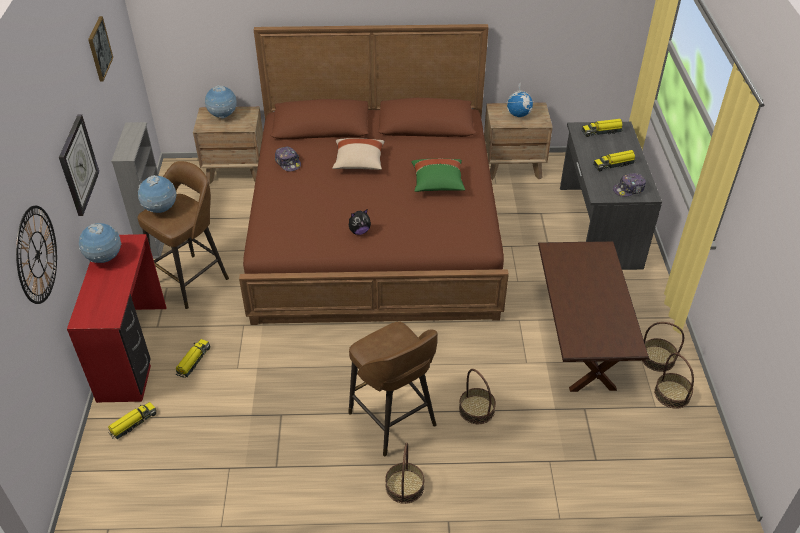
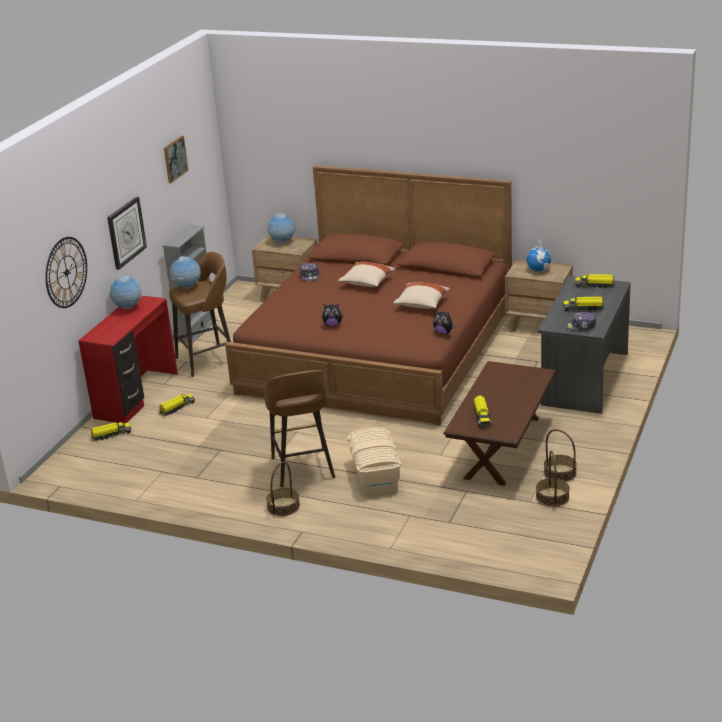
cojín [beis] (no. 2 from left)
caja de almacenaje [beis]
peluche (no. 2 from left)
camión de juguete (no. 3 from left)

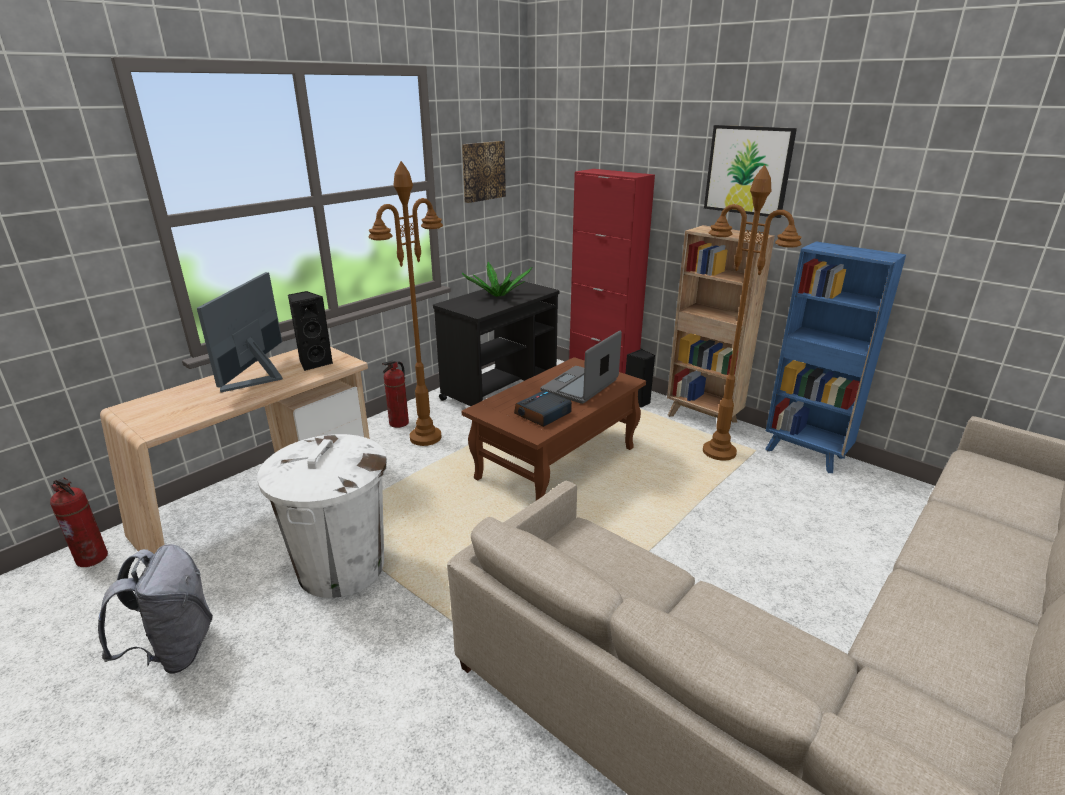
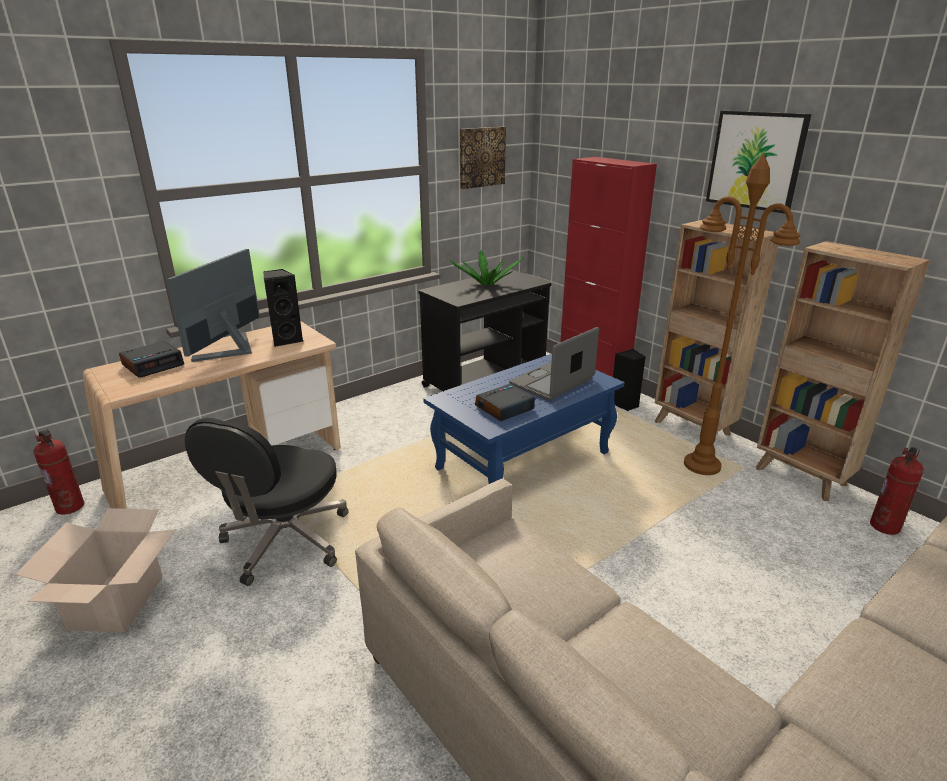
caja de cartón
silla de oficina [negro]
lámpara de pie [marrón] (no. 1 from left in the first image)
extintor (no. 2 from left)
mesa de centro [azul]
estantería [marrón] (no. 2 from left)
despertador (no. 1 from left)

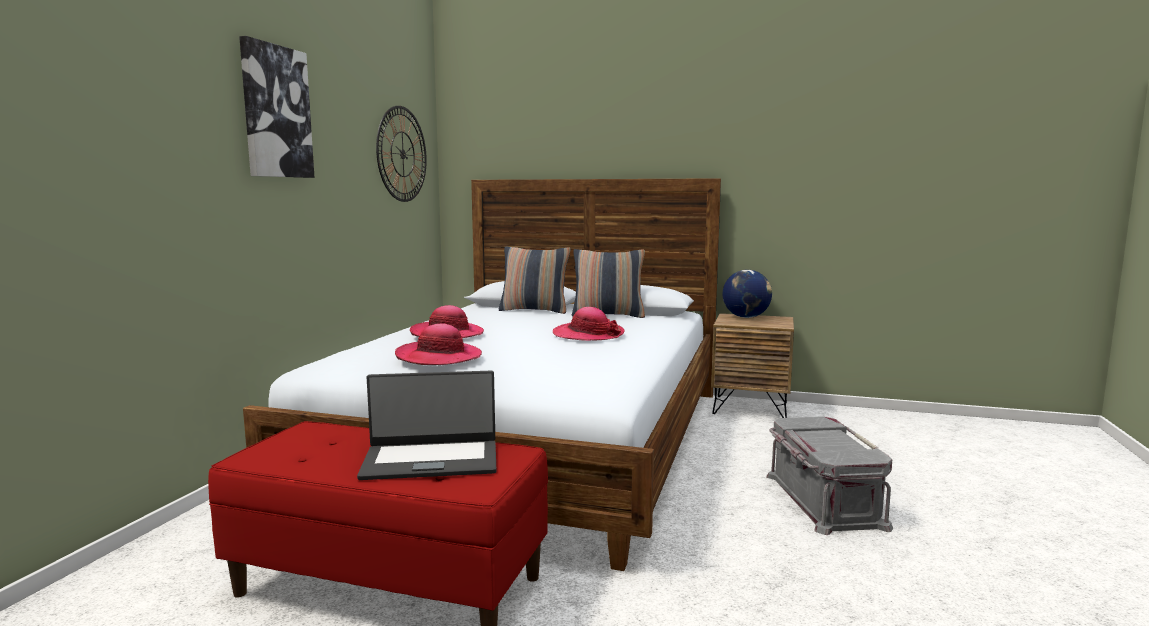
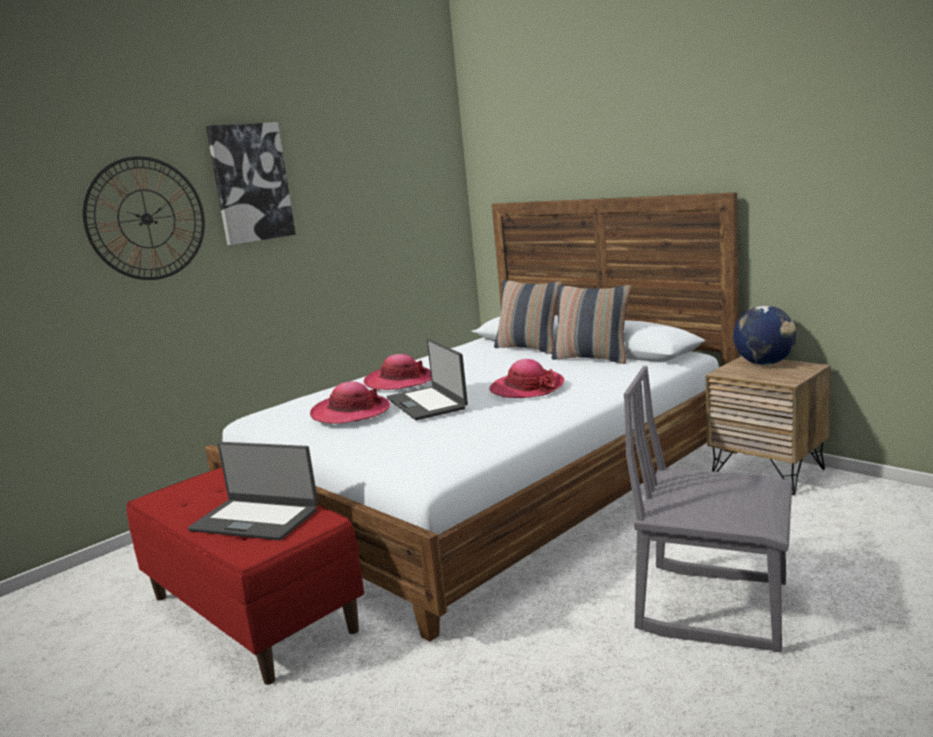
reloj de pared
silla [gris]
portátil (no. 2 from left)

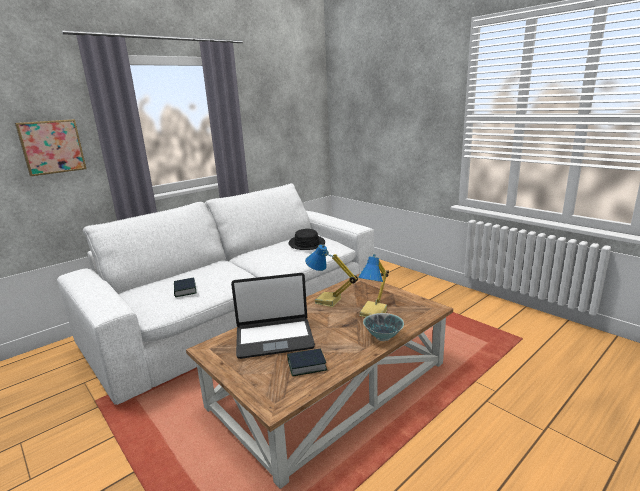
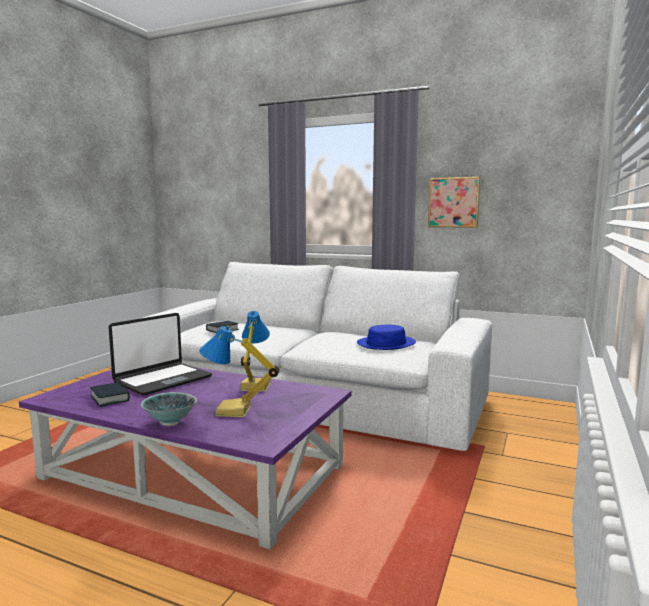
cuadro
mesa de centro [morado]
portátil
sombrero [azul]

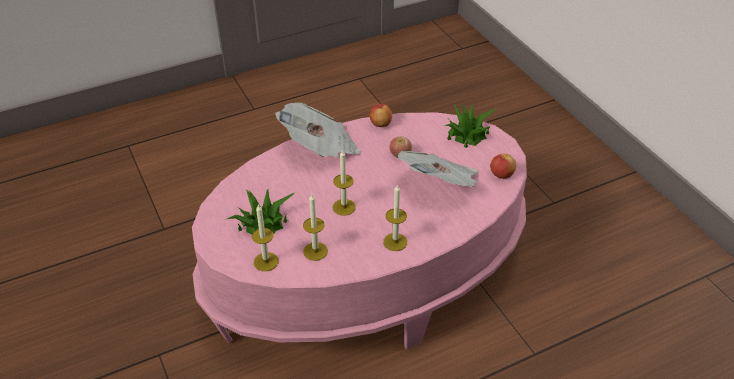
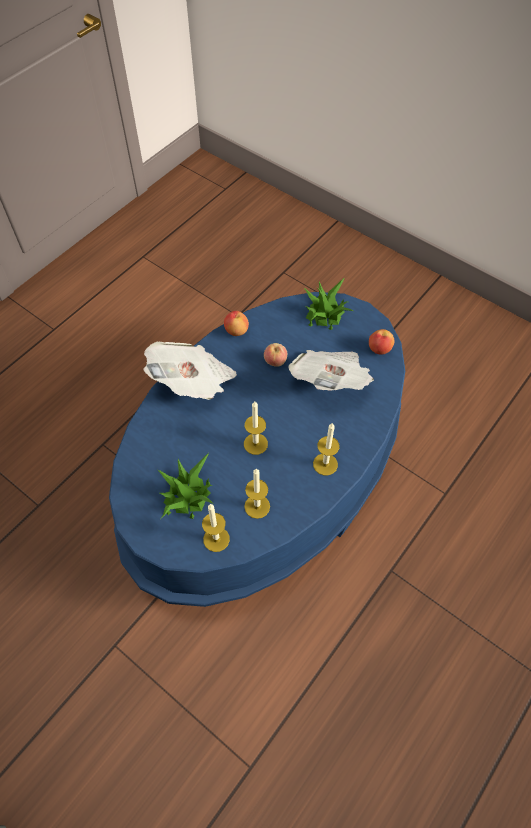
mesa de centro [azul]

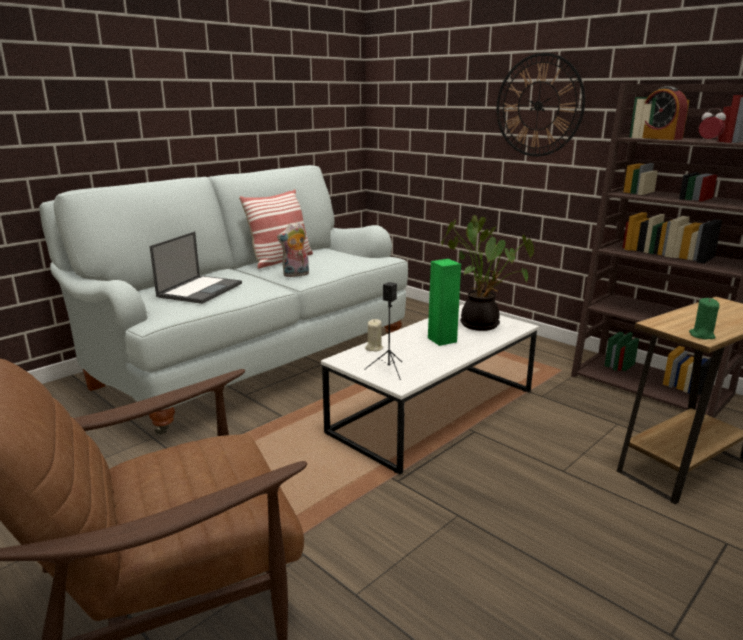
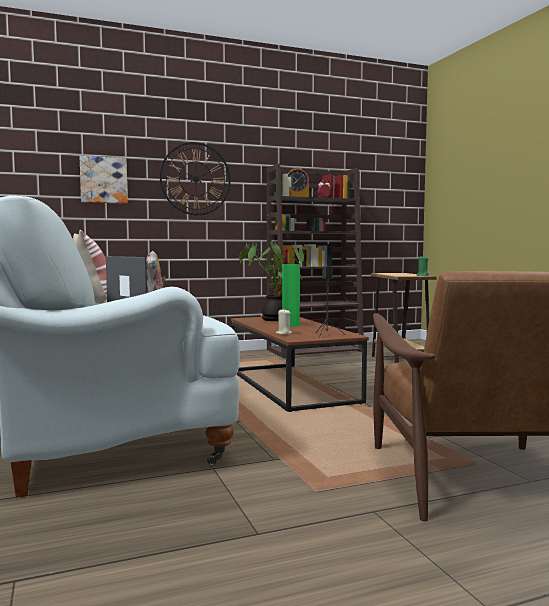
mesa de centro [marrón]
cuadro

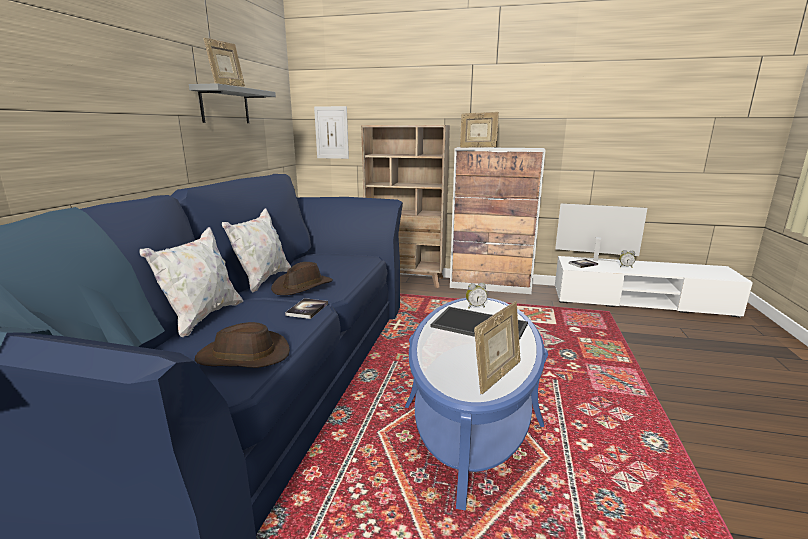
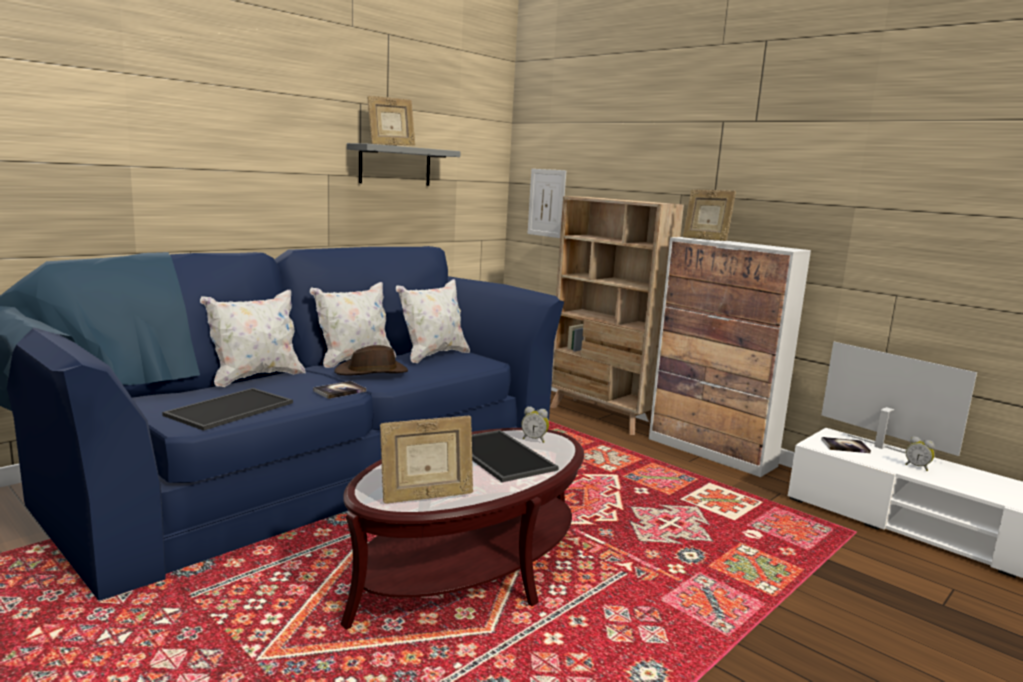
bandeja (no. 1 from left)
mesa de centro [marrón]
cojín [blanco] (no. 3 from left)

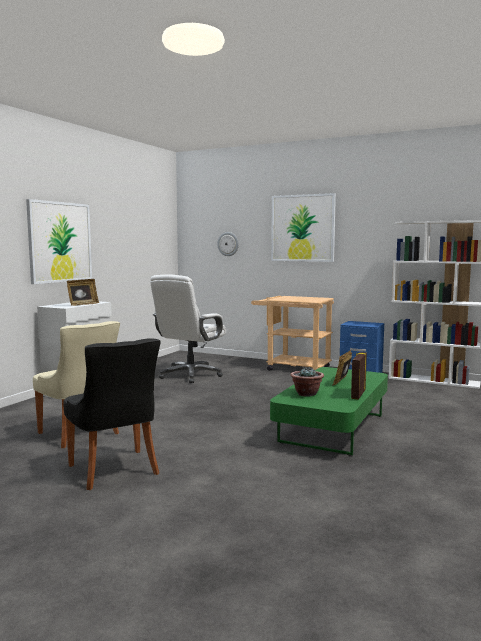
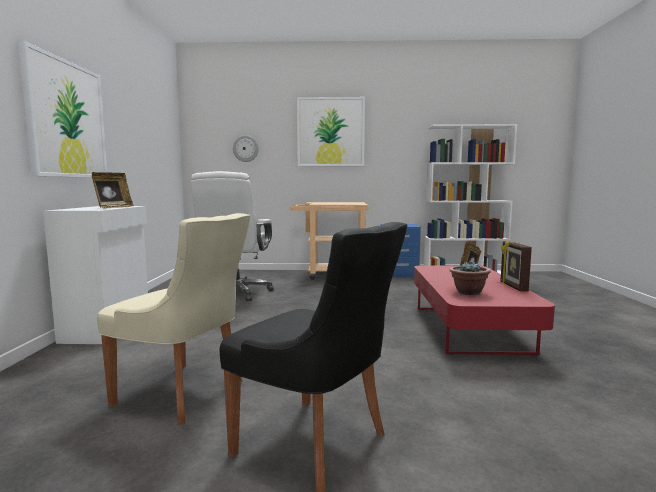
mesa de centro [rojo]

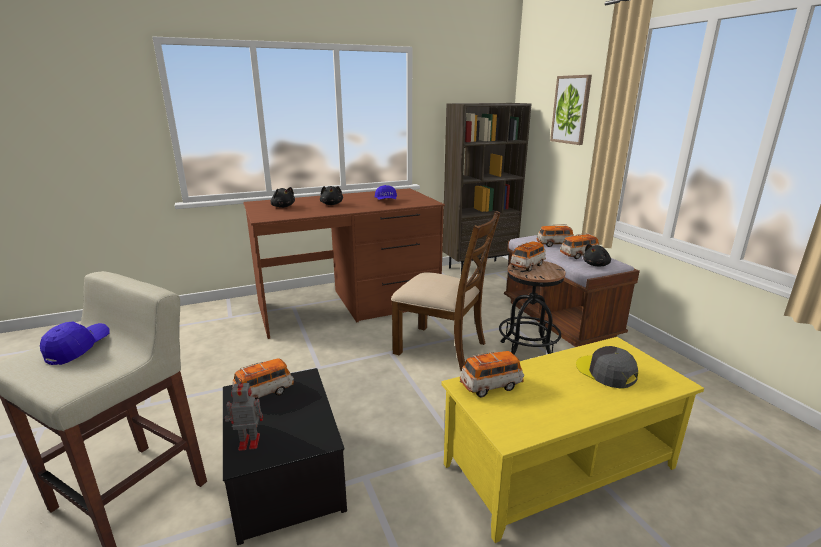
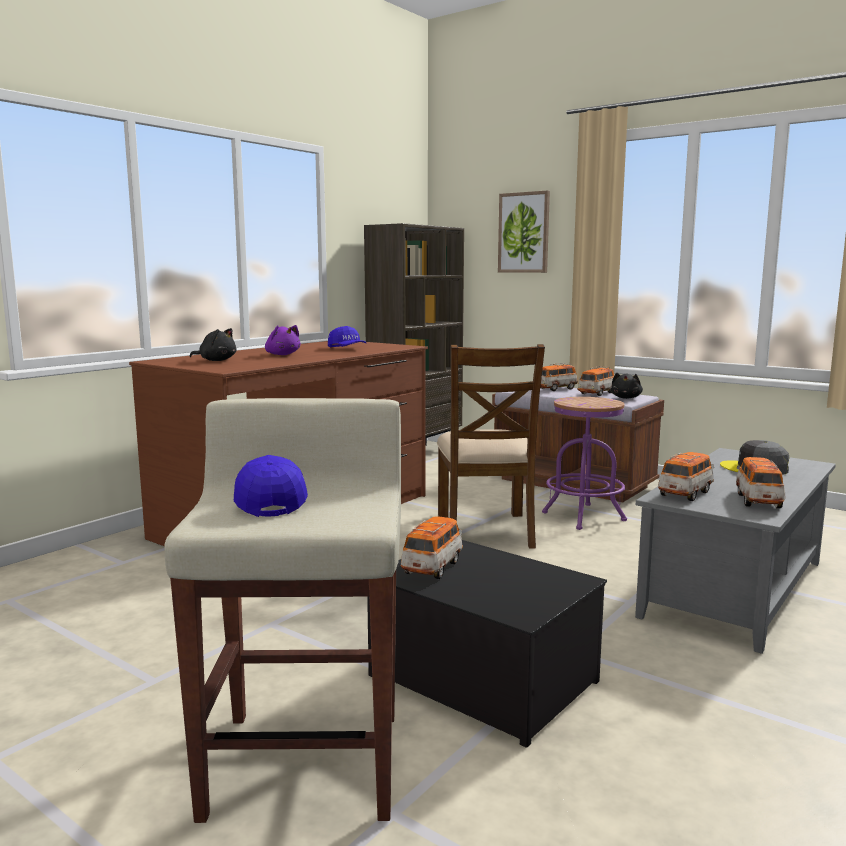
robot de juguete
peluche [morado]
silla [marrón]
mesa de centro [gris]
taburete [morado]
coche de juguete (no. 5 from left)

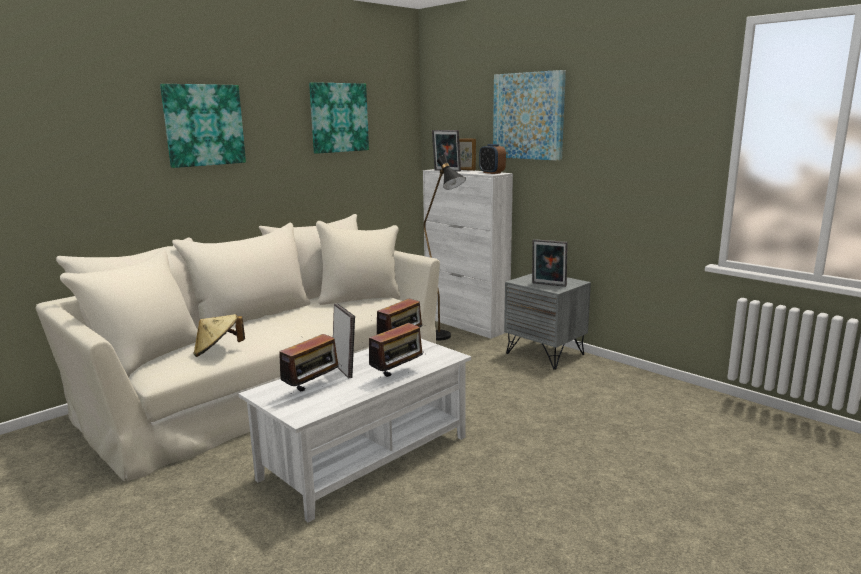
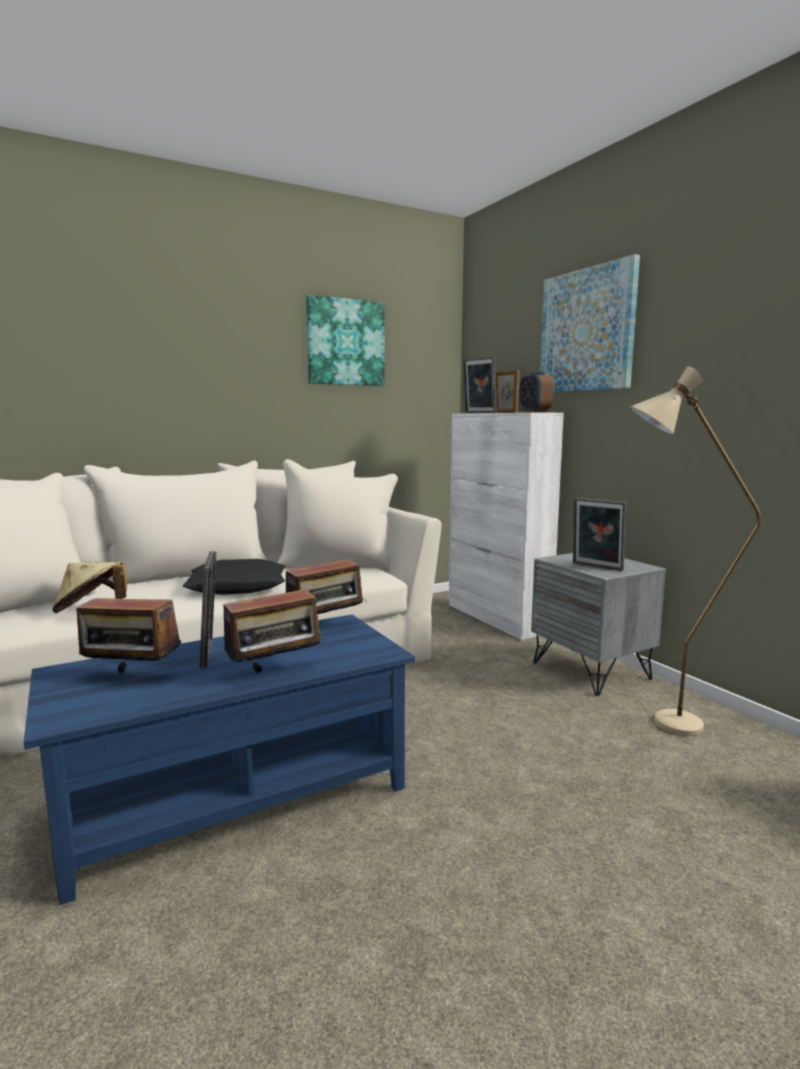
cuadro (no. 1 from left in the first image)
mesa de centro [azul]
radio (no. 1 from left)
lámpara de pie [negro]
cojín [negro]
lámpara de pie [beis]

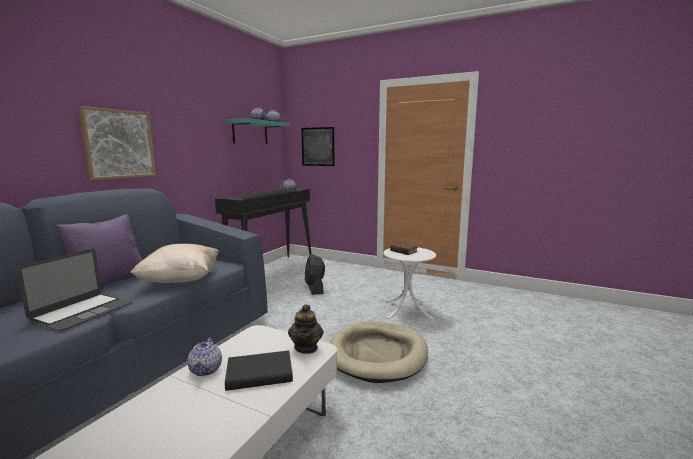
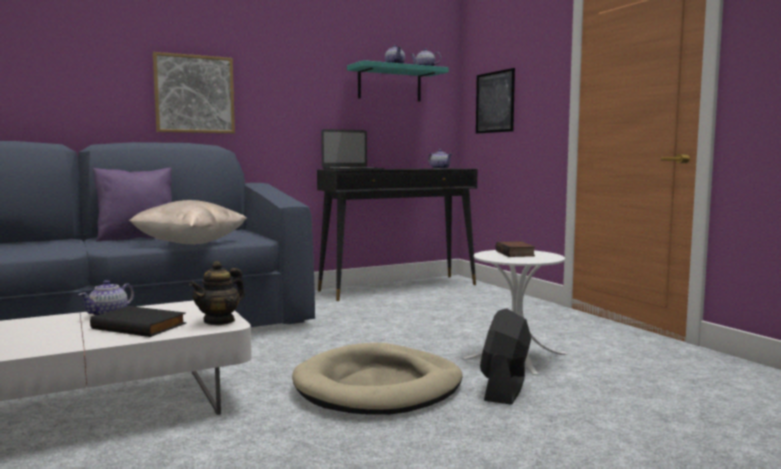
portátil
ventilador [negro]

